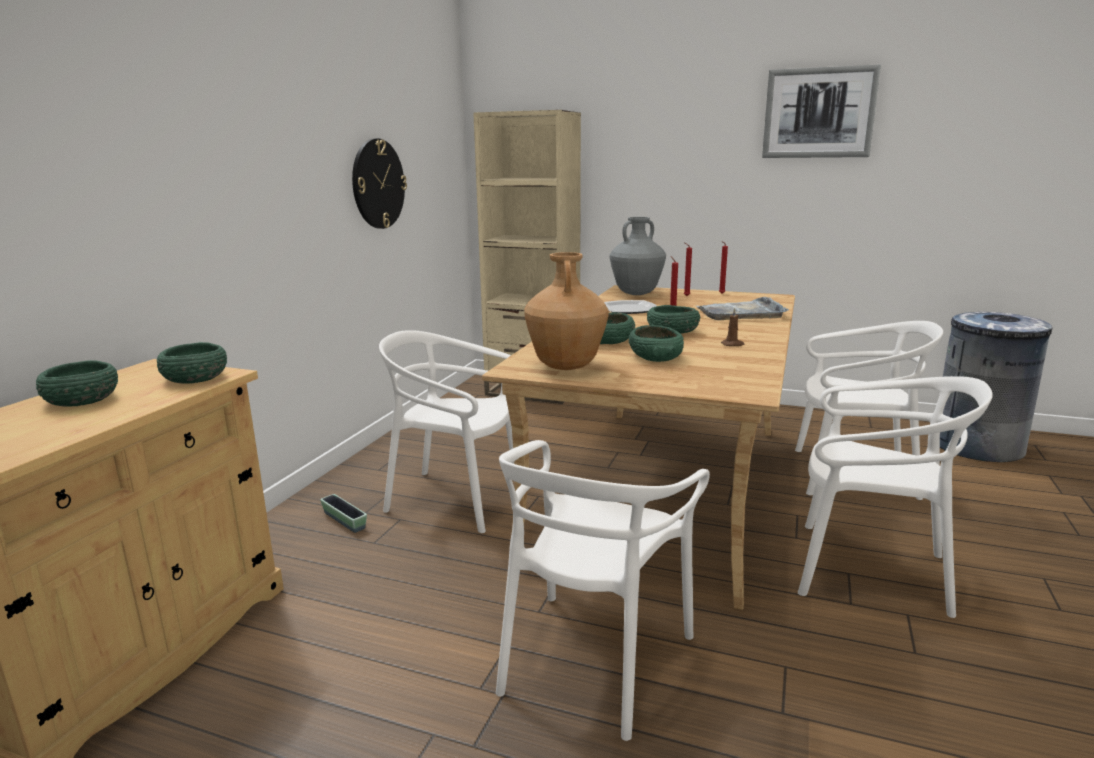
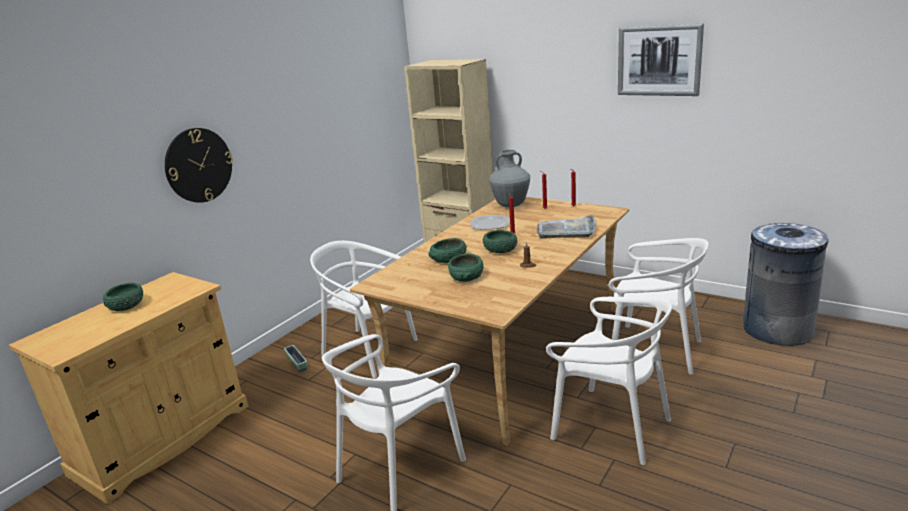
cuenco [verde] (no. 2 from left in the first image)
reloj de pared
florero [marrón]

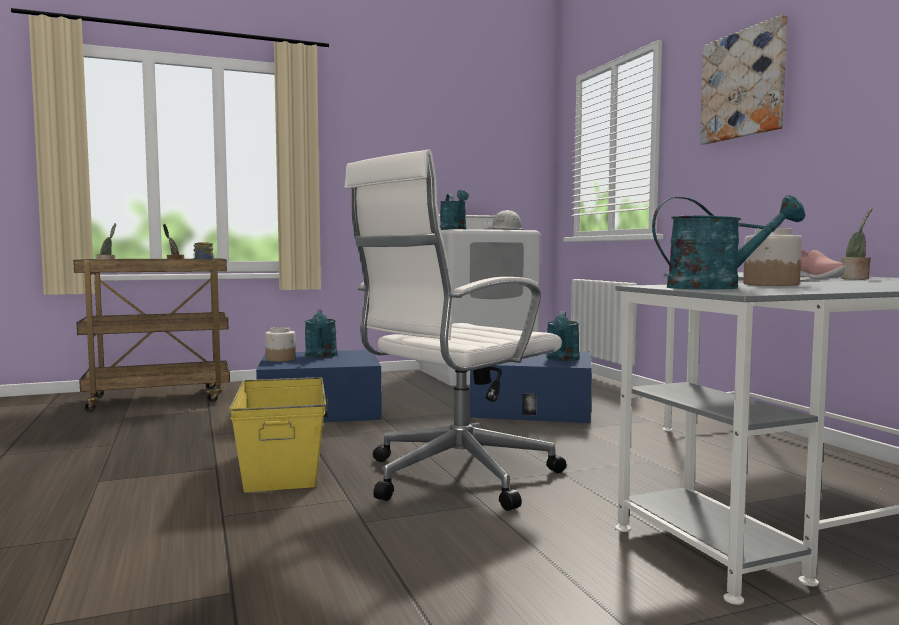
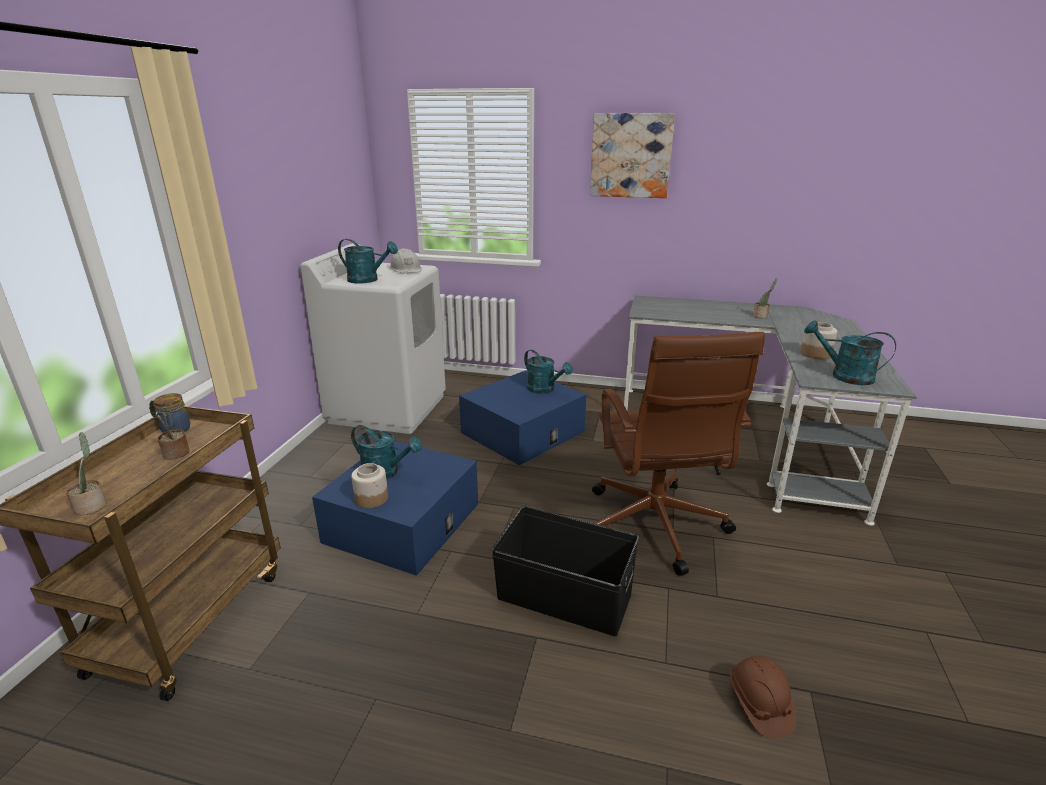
caja de almacenaje [negro]
silla de oficina [marrón]
regadera [turquesa] (no. 4 from left)
zapato [rosa]
casco [marrón]

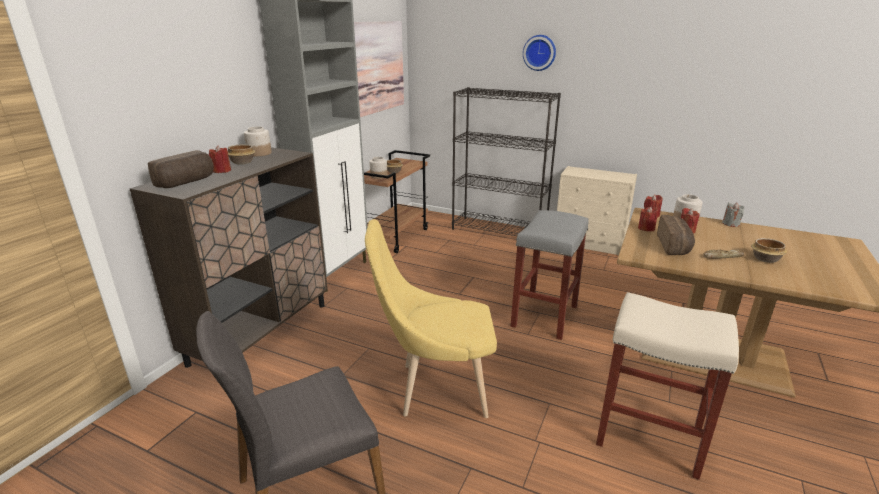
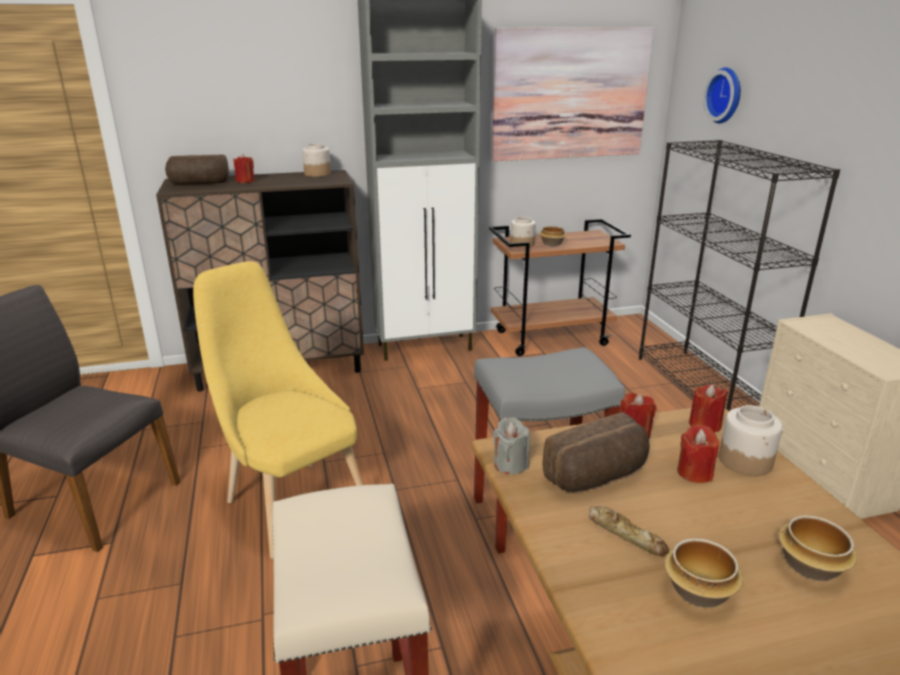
cuenco (no. 3 from left)
reloj de pared
vela [gris]

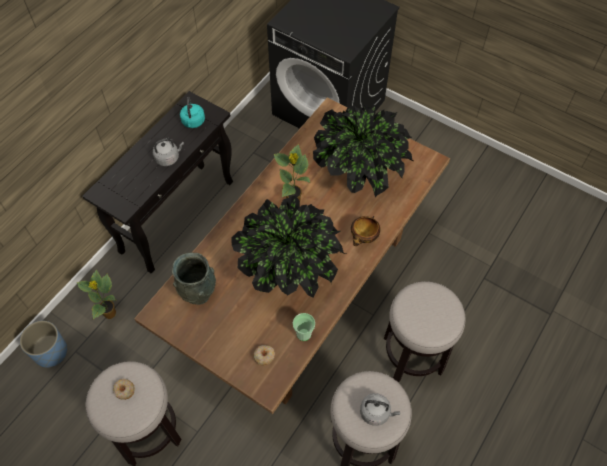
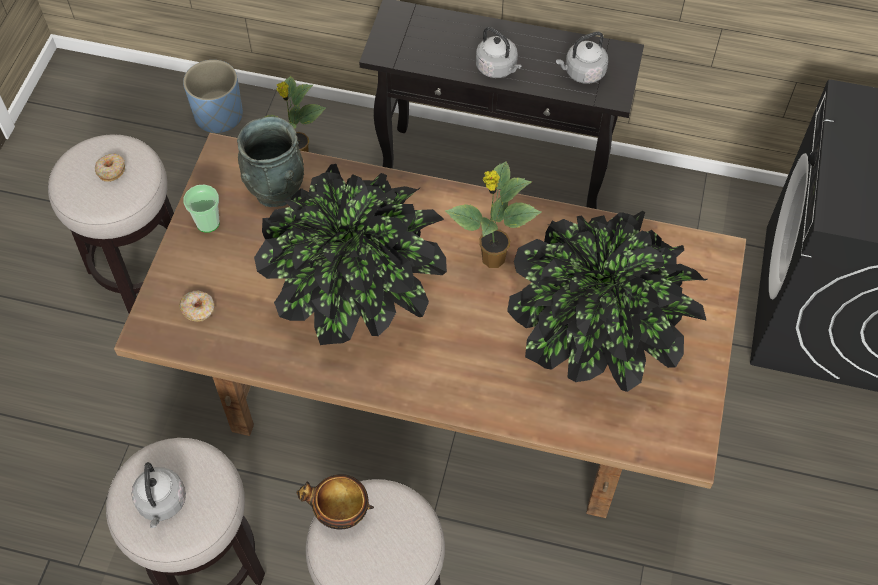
hervidor [gris] (no. 3 from left)
taza
cuenco

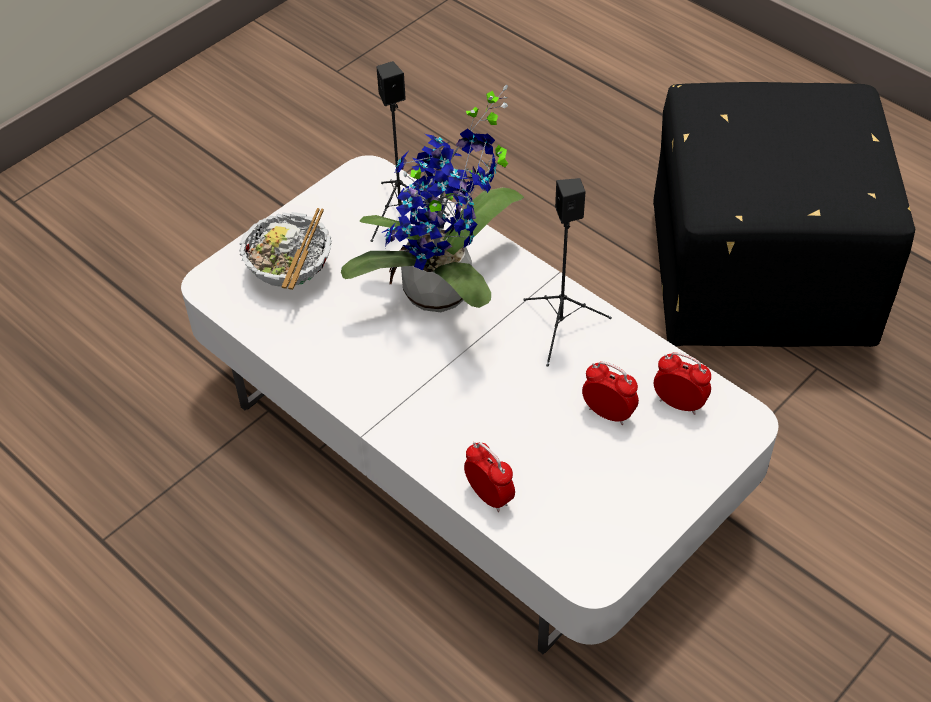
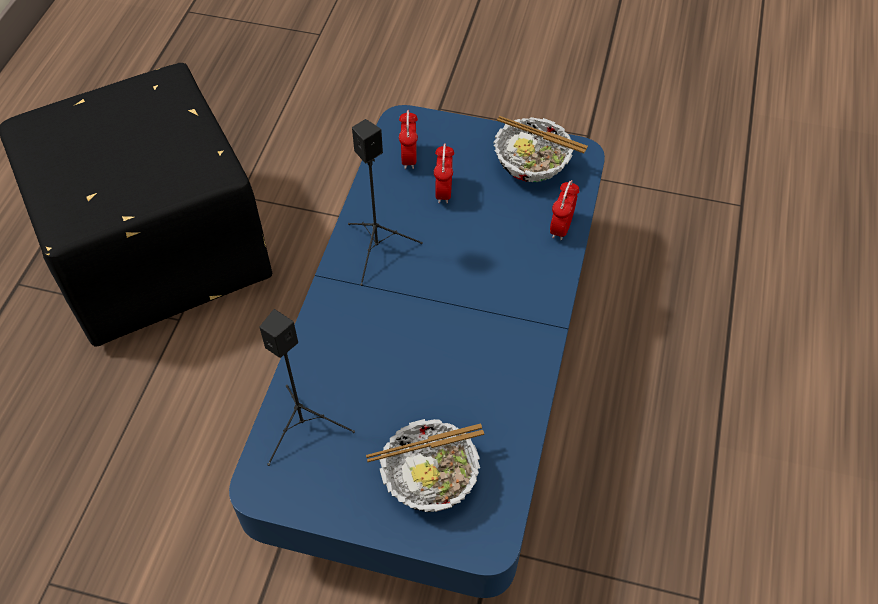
mesa de centro [azul]
planta en maceta
cuenco (no. 2 from left)

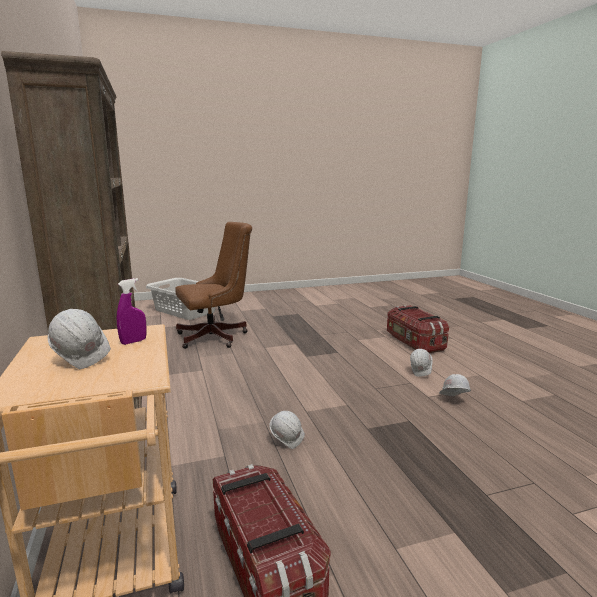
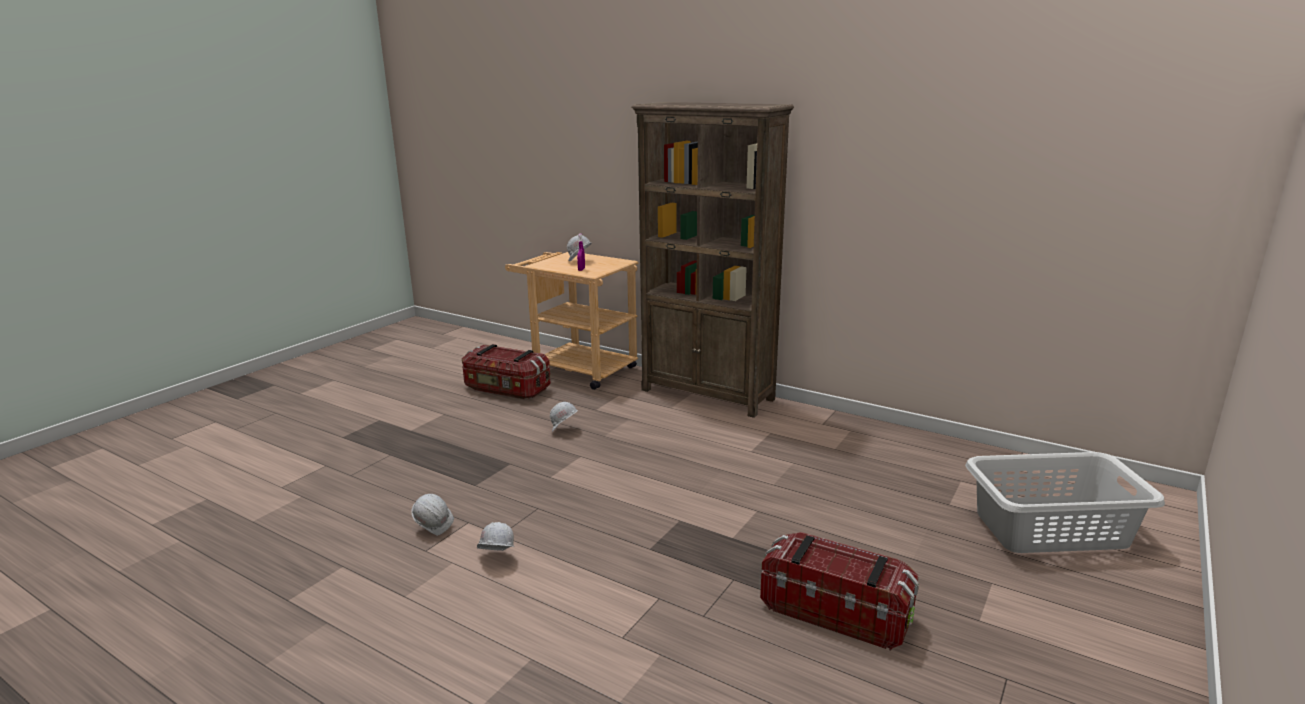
silla de oficina [marrón]
caja de almacenaje (no. 2 from left)

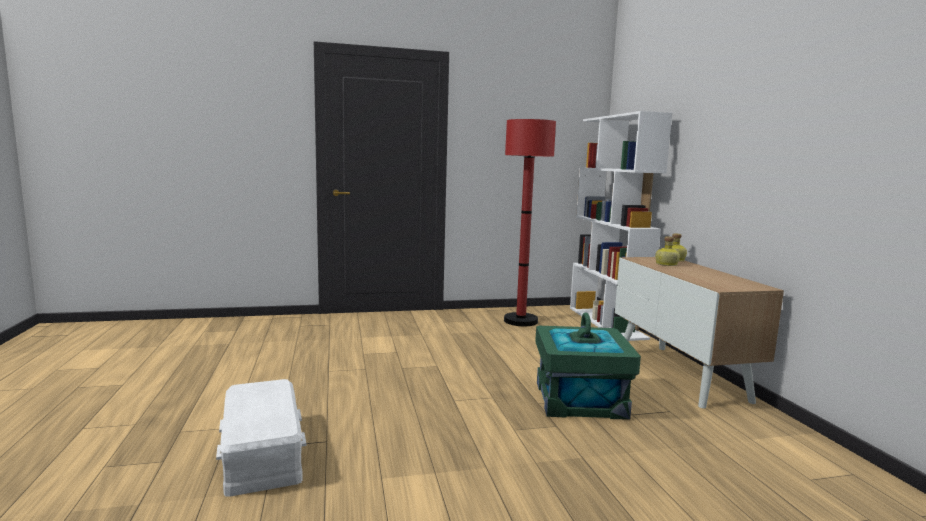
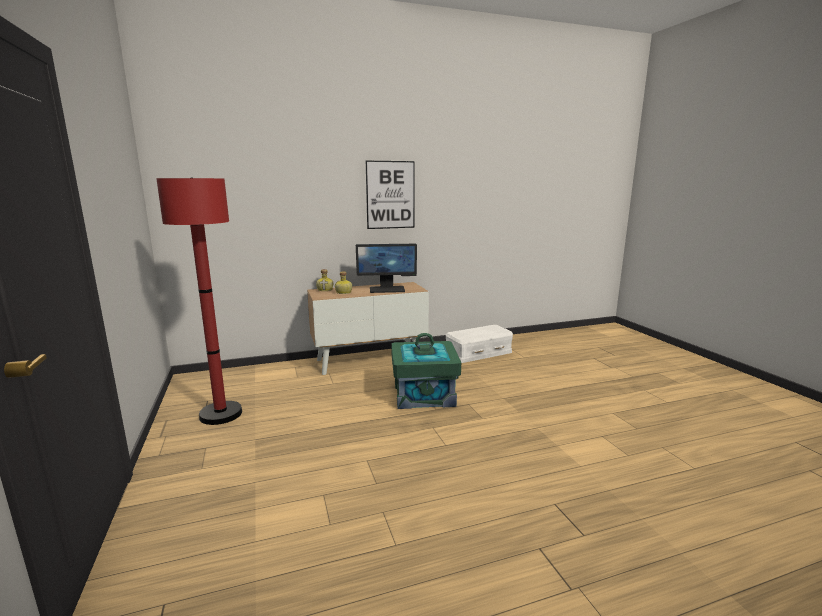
caja de almacenaje [blanco]
estantería [blanco]
monitor
cuadro

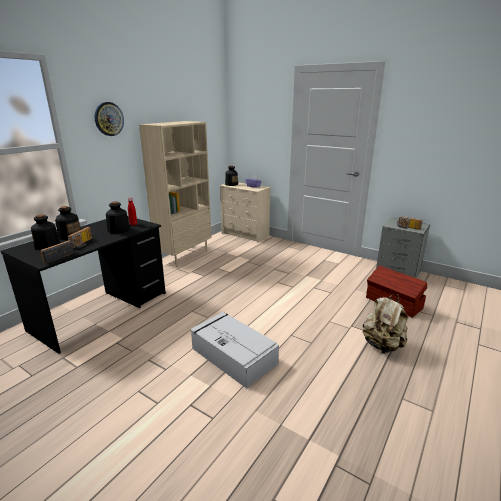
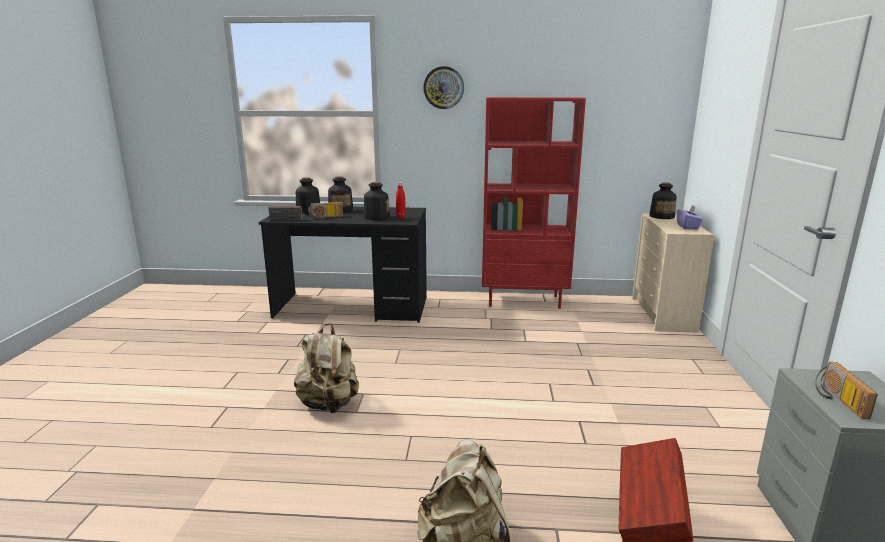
estantería [rojo]
mochila [beis] (no. 1 from left)

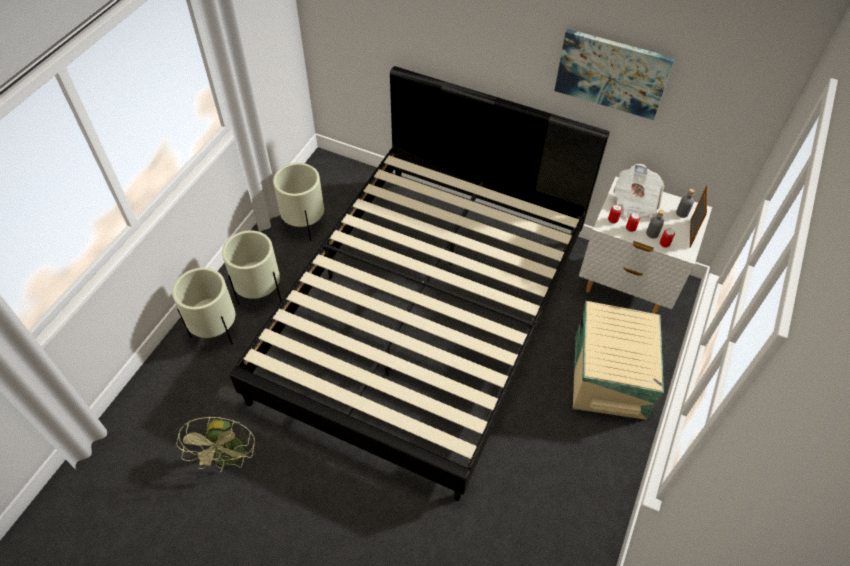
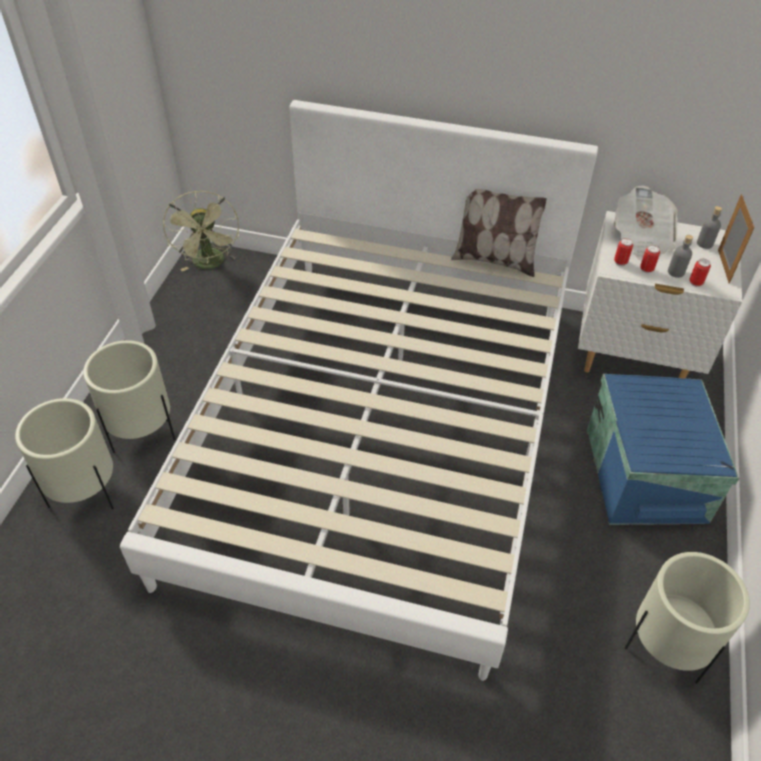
ventilador [verde]
cama [blanco]
maceta [beis] (no. 3 from left)
cuadro
caja de almacenaje [azul]
cojín

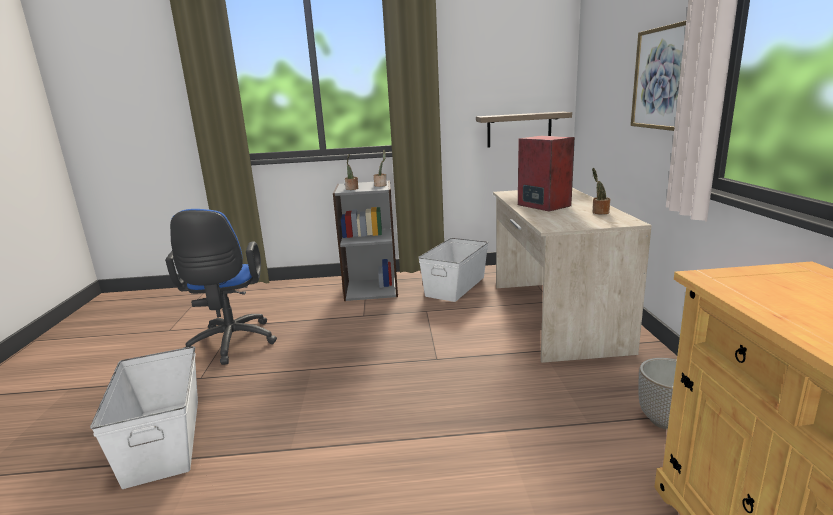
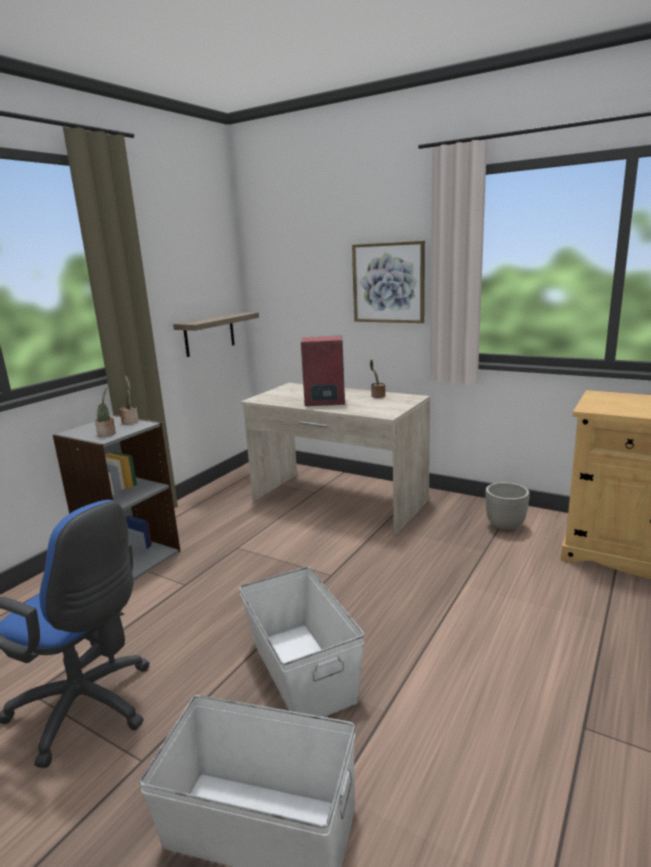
caja de almacenaje [blanco] (no. 2 from left)

